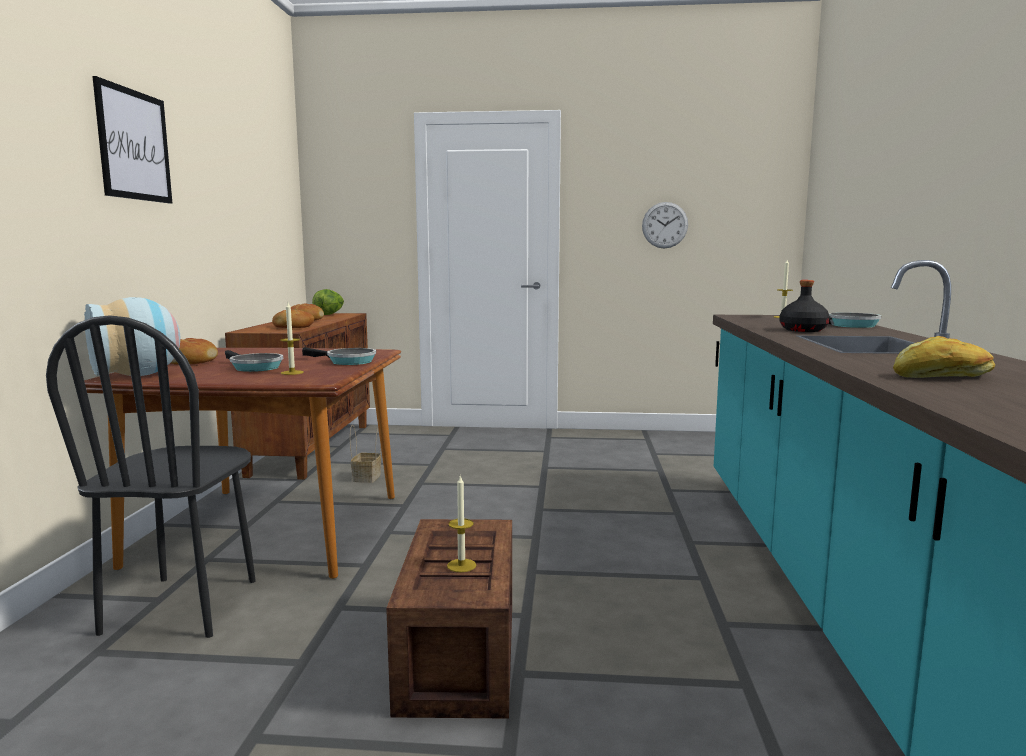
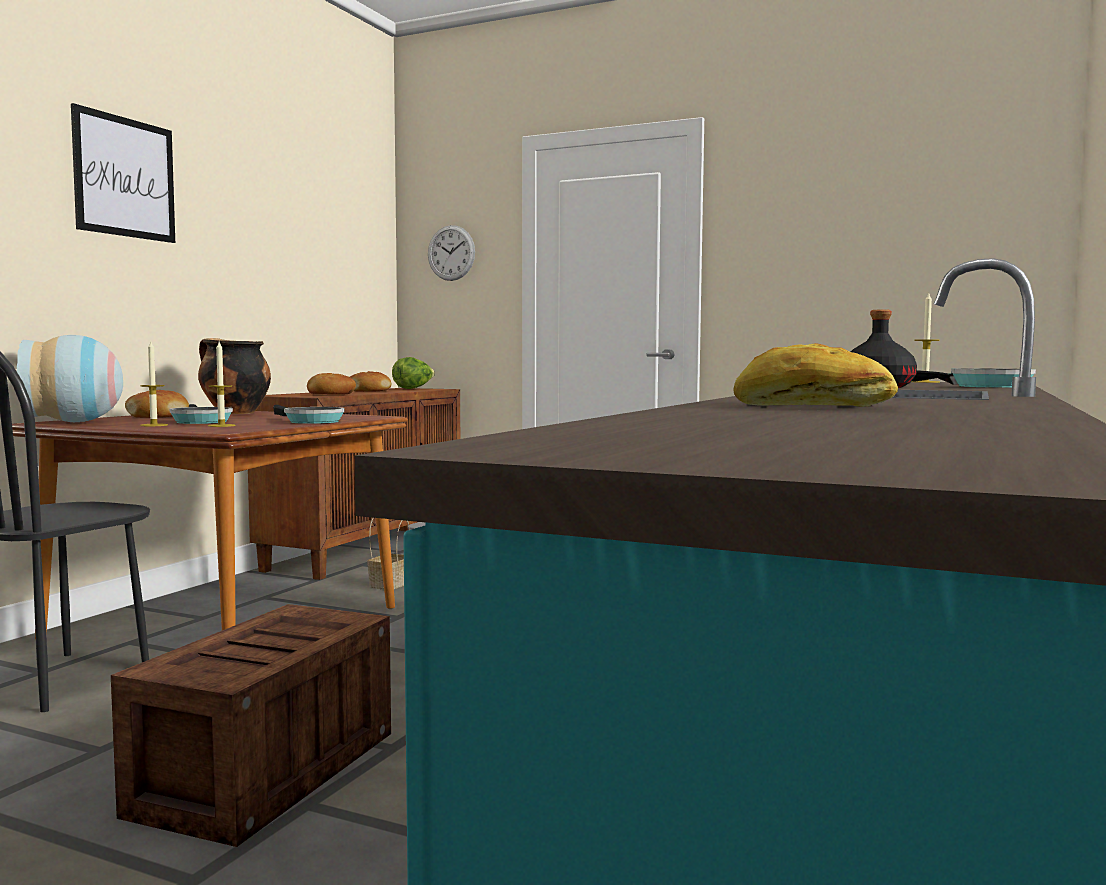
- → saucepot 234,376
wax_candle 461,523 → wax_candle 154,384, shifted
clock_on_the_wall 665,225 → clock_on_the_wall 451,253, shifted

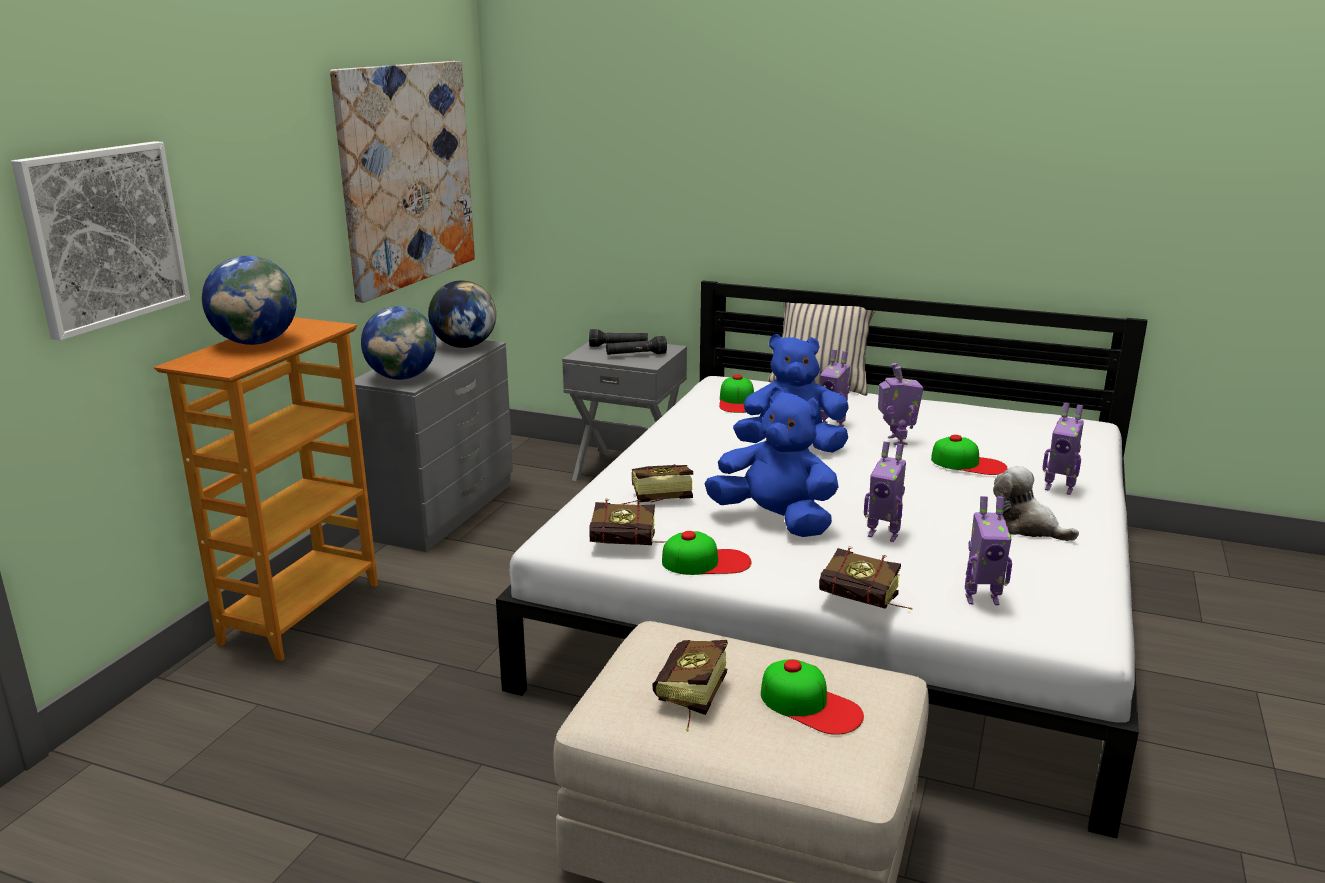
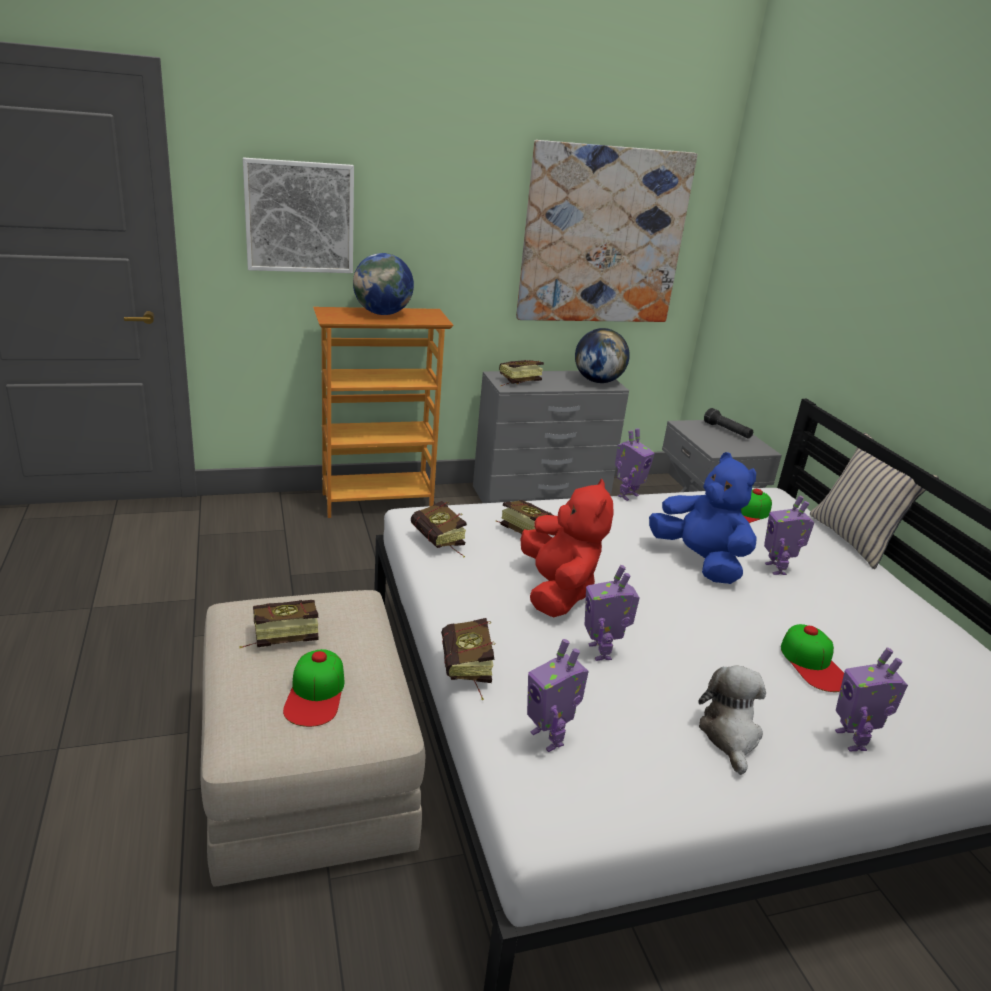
blackish_hand_torch 636,345 → -
cap 707,553 → -
model_robot 901,404 → model_robot 635,464, shifted
world_globe 398,343 → volume 521,373
blue-coloured_plush_toy 772,462 → red-coloured_plush_toy 567,548

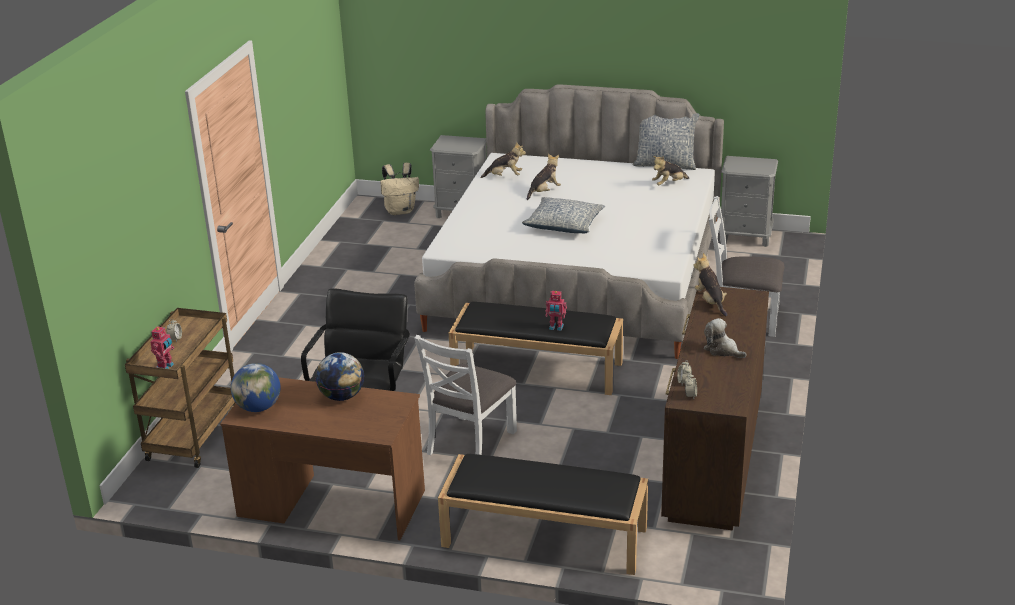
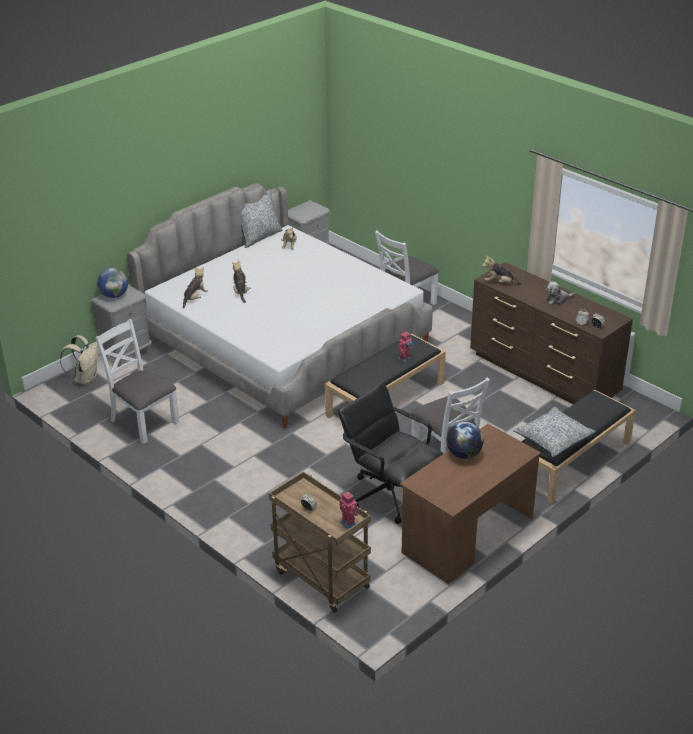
- → white_chair 137,381
world_globe 256,387 → world_globe 112,283, shifted
pillow 563,215 → pillow 554,432, shifted

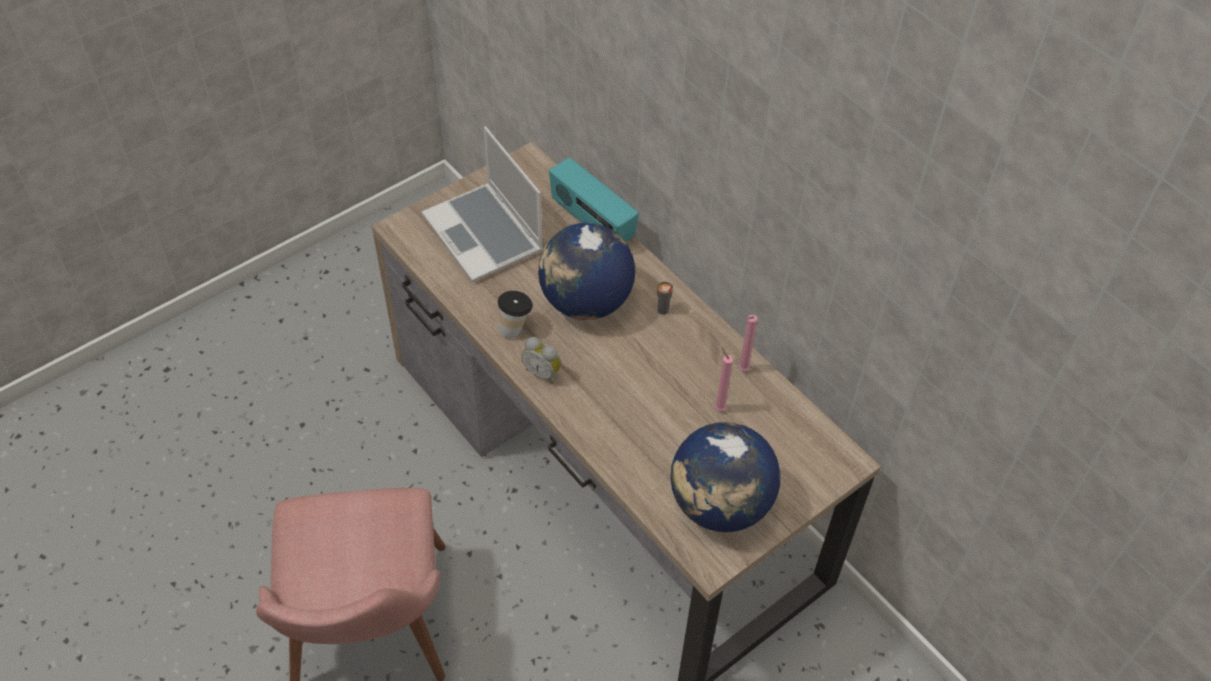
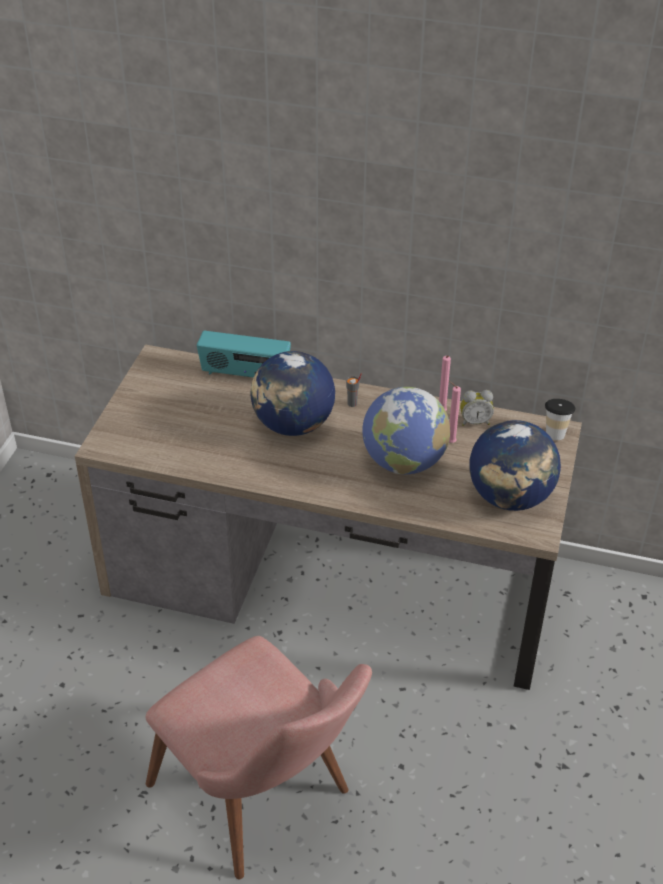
notebook_computer 482,204 → -
- → world_globe 406,430
drinking_cup 515,314 → drinking_cup 560,419, shifted
alarm_clock 541,360 → alarm_clock 477,408, shifted

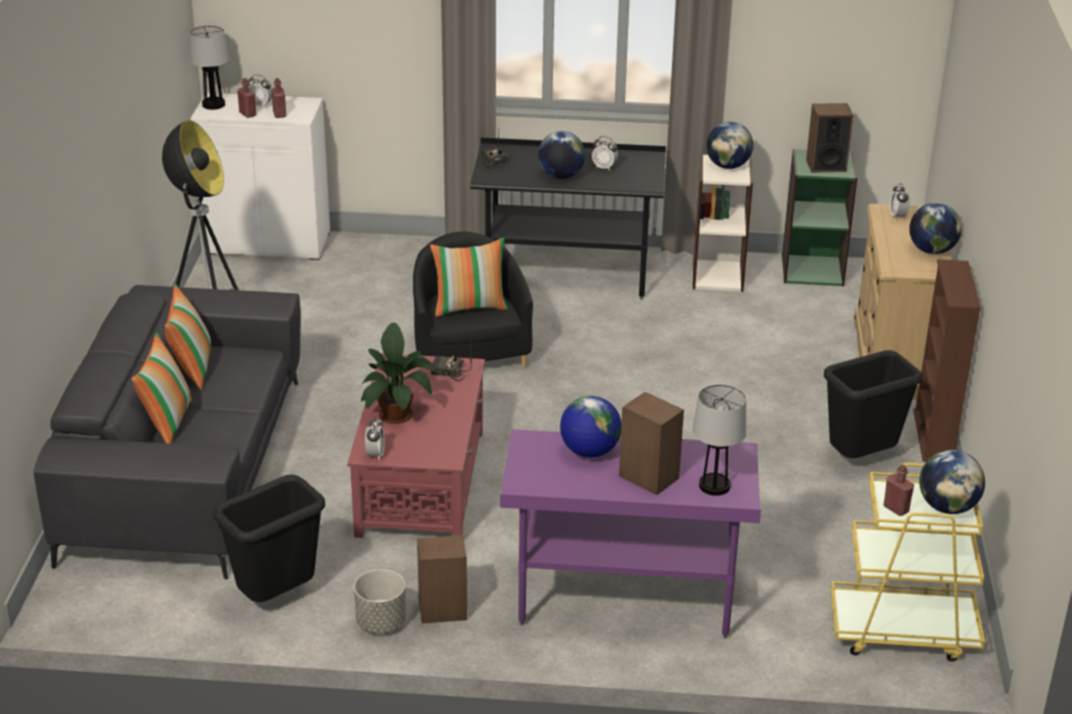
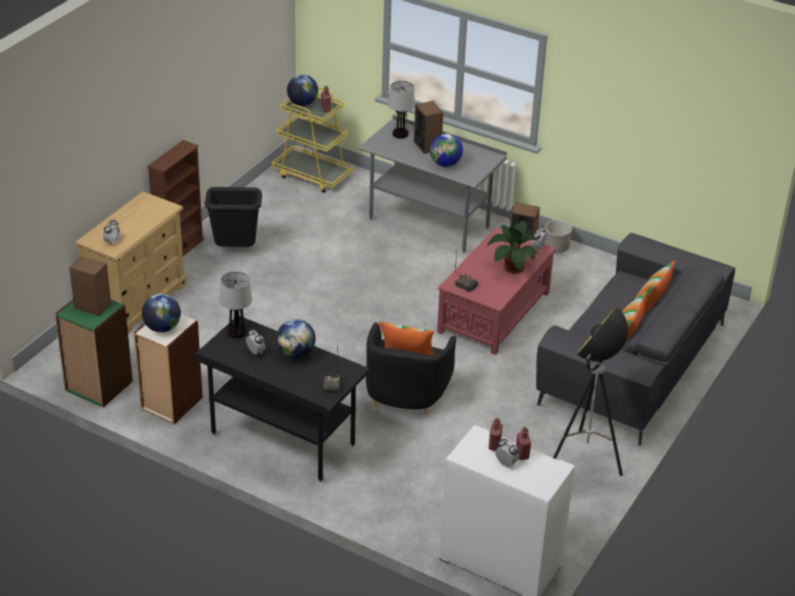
blackish_waste_bin 269,538 → -
world_globe 935,228 → -
table_lamp 209,68 → table_lamp 235,305, shifted
purple-coloured_desk_table 630,534 → greyish_desk_table 433,184

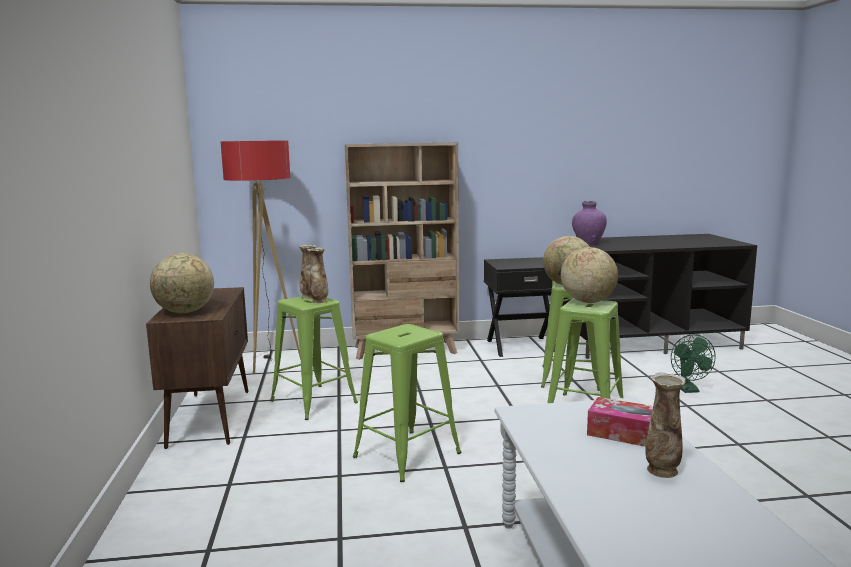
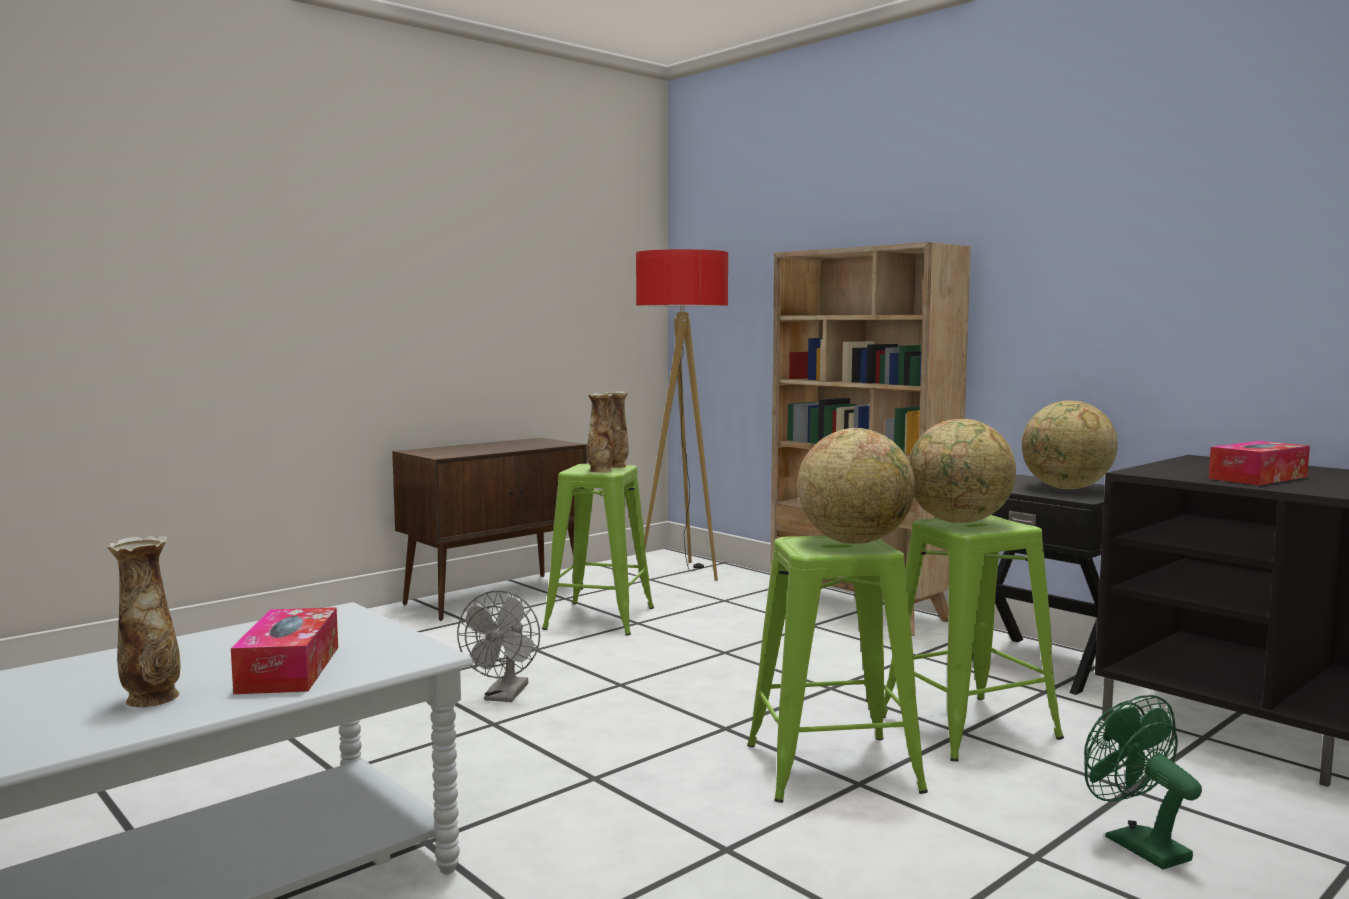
purple-coloured_flower_vase 589,223 → -
- → tissue_holder 1259,463
world_globe 182,283 → world_globe 1070,444, shifted
green_stool 407,403 → greyish_cooling_fan 498,646
green_cooling_fan 693,363 → green_cooling_fan 1143,782, 105 degrees clockwise

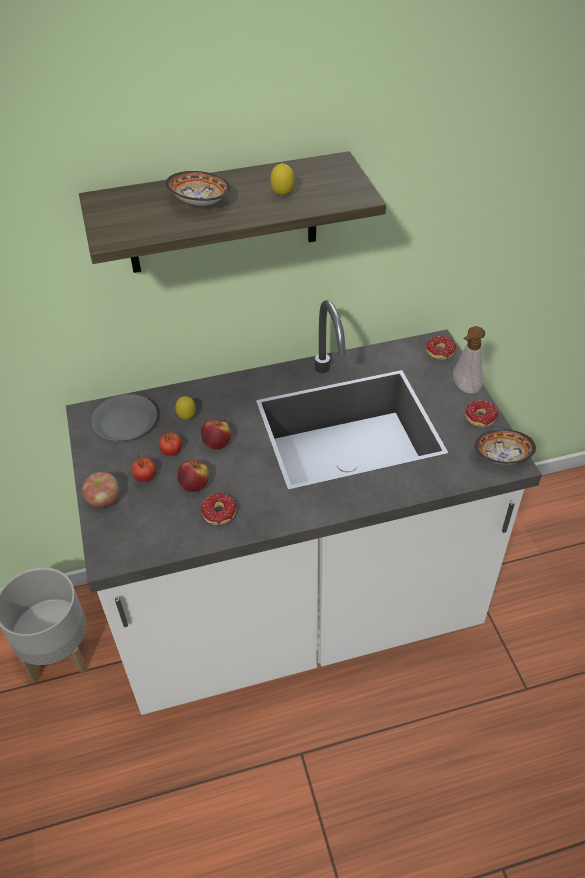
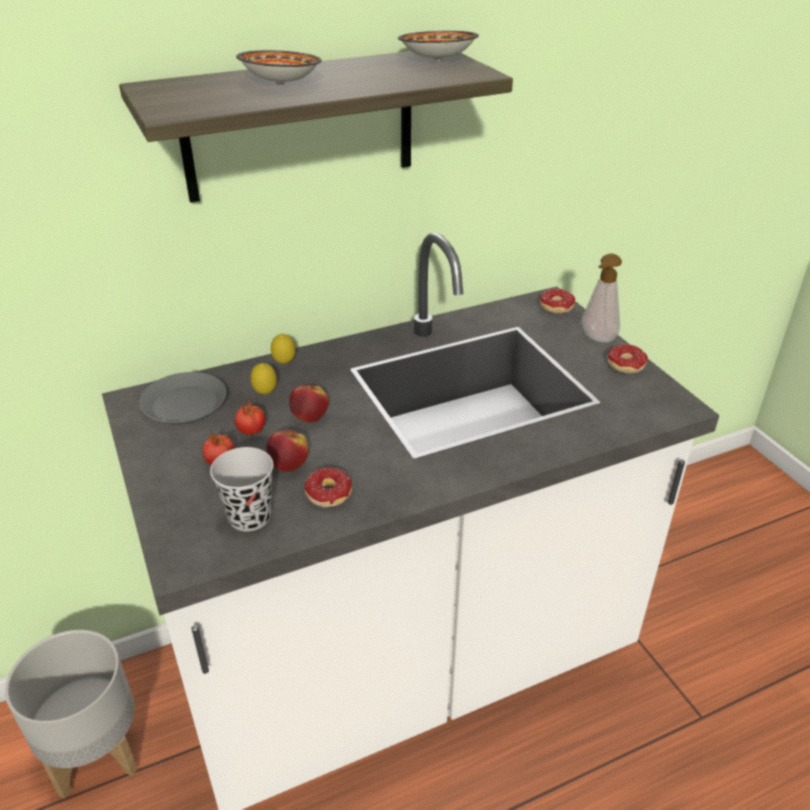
apple 100,489 → -
- → blackish_drinking_cup 241,489
citrus_fruit 282,179 → citrus_fruit 283,349, shifted
serving_bowl 505,447 → serving_bowl 438,46, shifted

